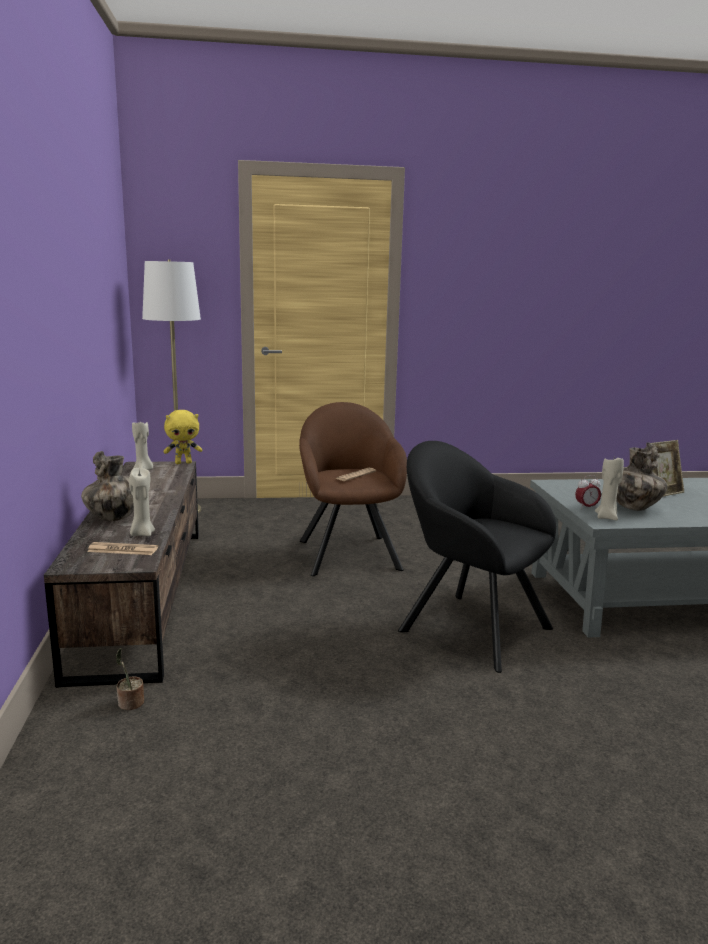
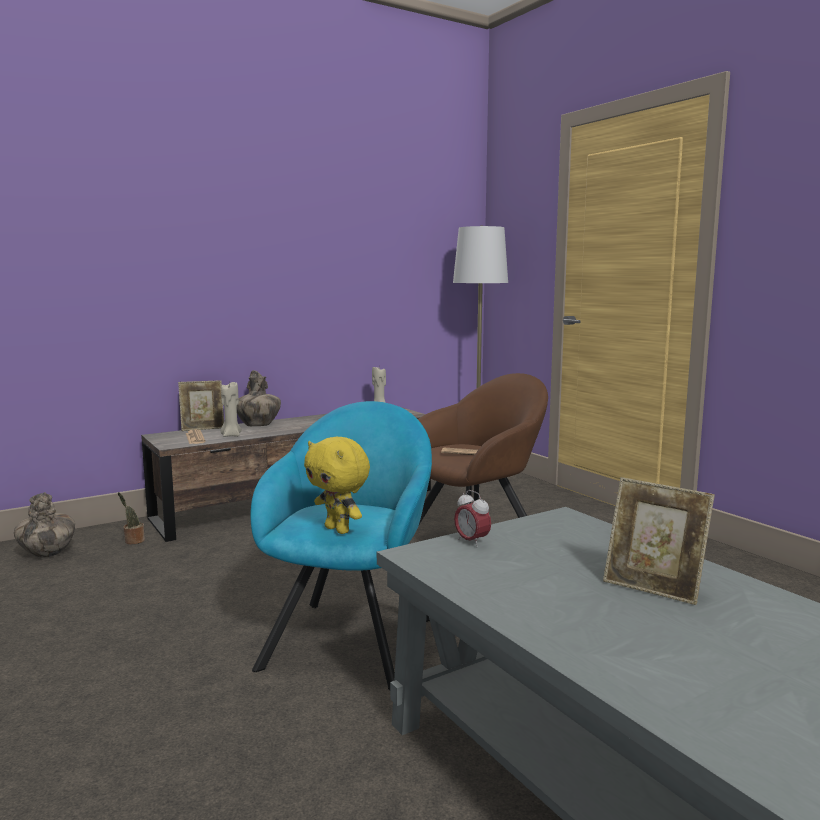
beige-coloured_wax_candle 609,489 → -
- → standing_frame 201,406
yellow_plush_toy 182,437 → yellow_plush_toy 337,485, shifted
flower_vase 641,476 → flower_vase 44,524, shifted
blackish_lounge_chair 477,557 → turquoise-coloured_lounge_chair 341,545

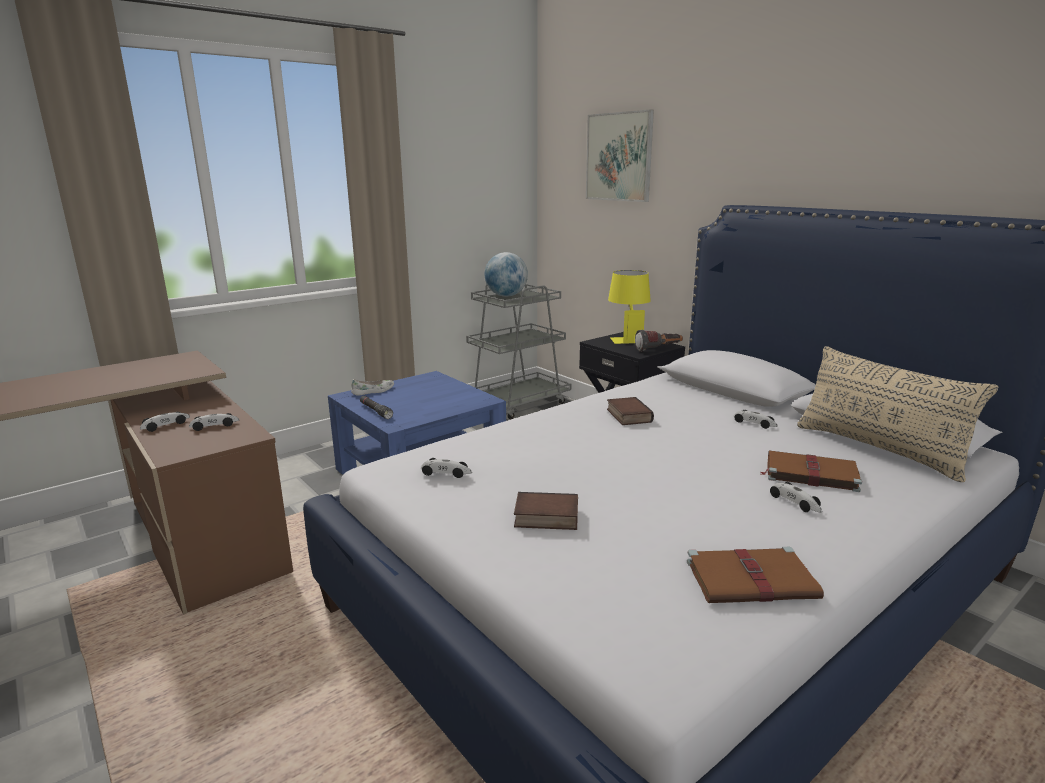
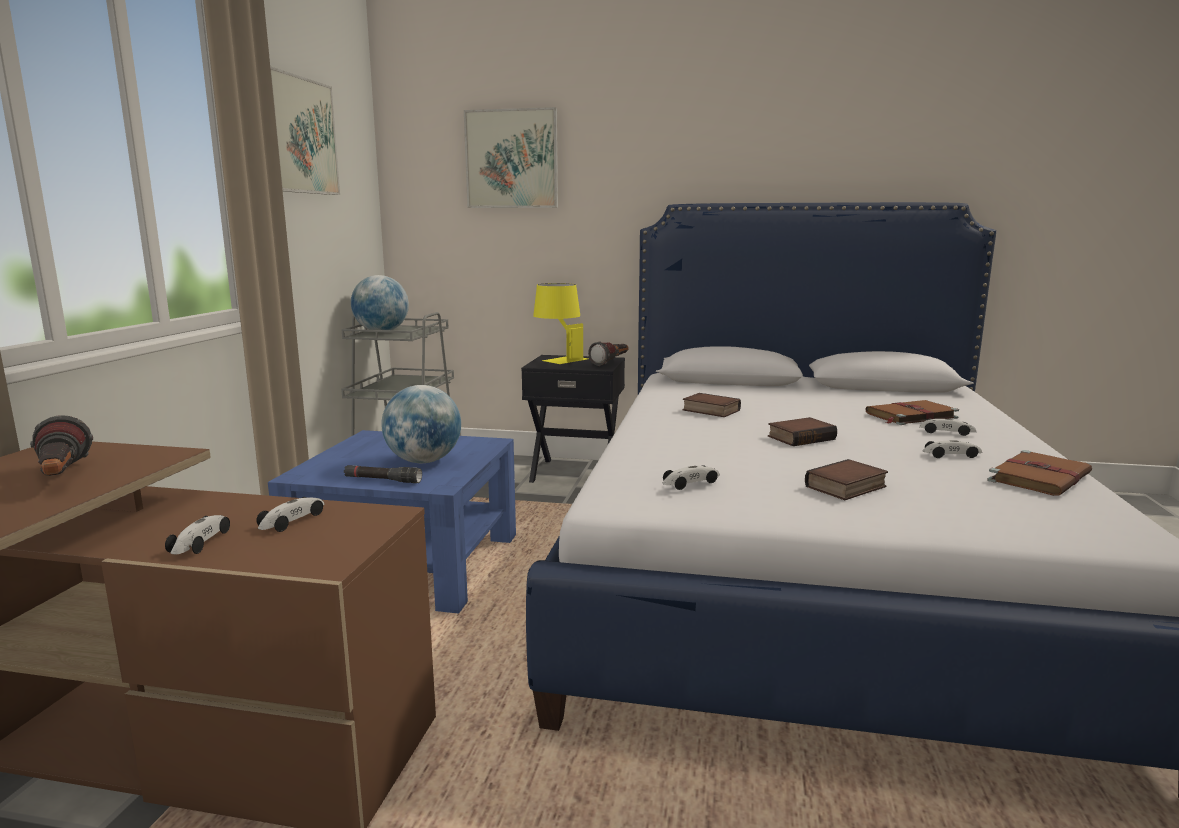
white_item_of_footwear 372,387 → -
beige-coloured_pillow 897,414 → -
- → hand_torch 61,445
- → wall_art 305,130
- → world_globe 421,424
- → volume 802,431
toy_car 756,419 → toy_car 952,449, shifted

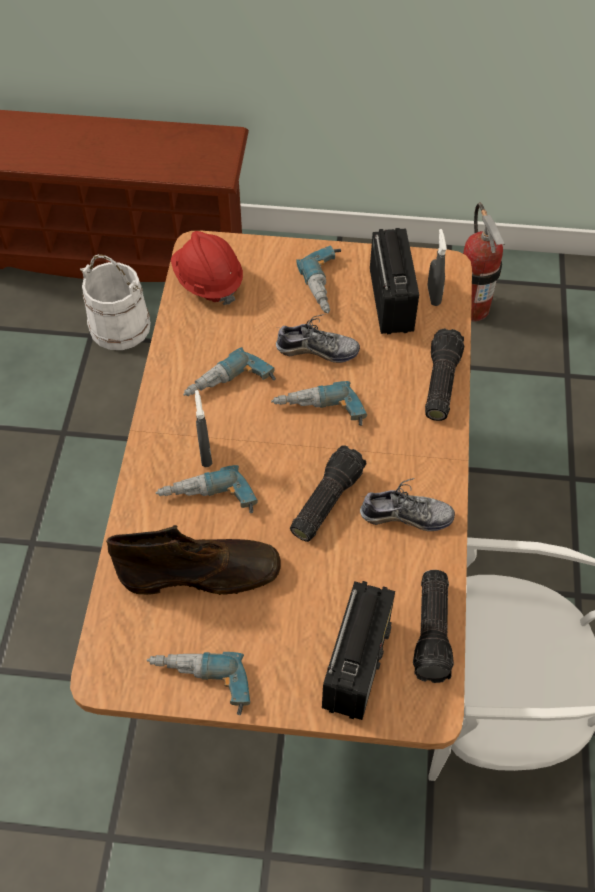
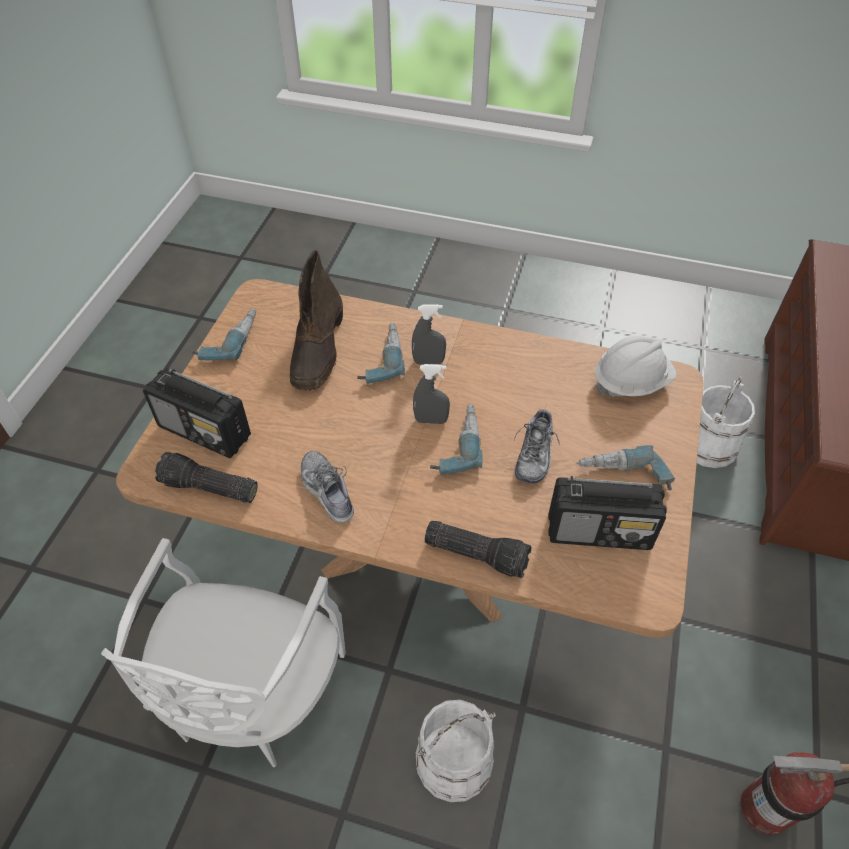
power_drill 229,371 → -
hand_torch 328,494 → -
- → white_bucket 456,751
greyish_sprayer 437,267 → greyish_sprayer 431,394, shifted
red-coloured_work_helmet 207,268 → white_work_helmet 636,366
item_of_footwear 407,504 → item_of_footwear 327,487, 135 degrees clockwise

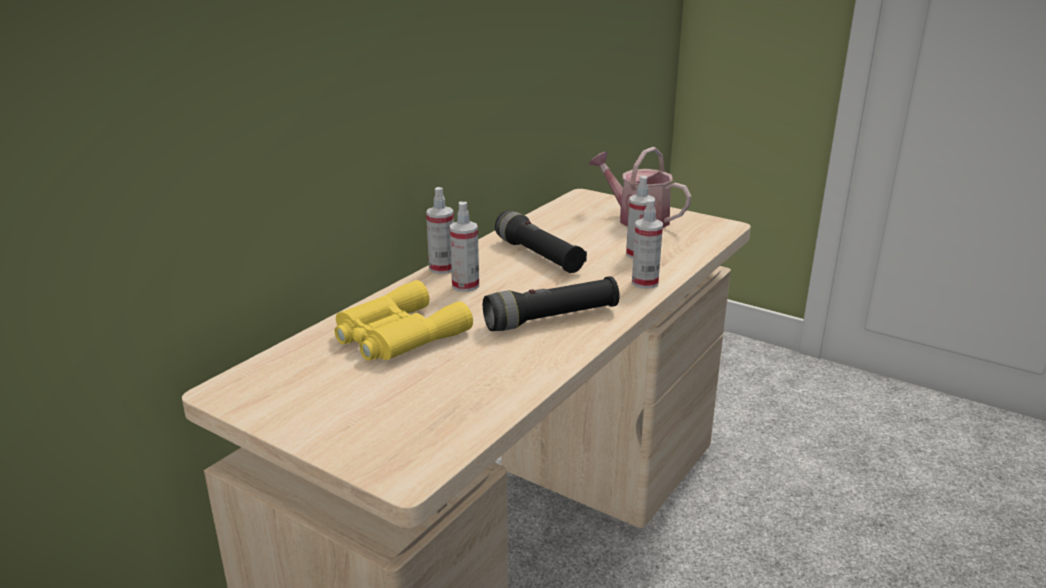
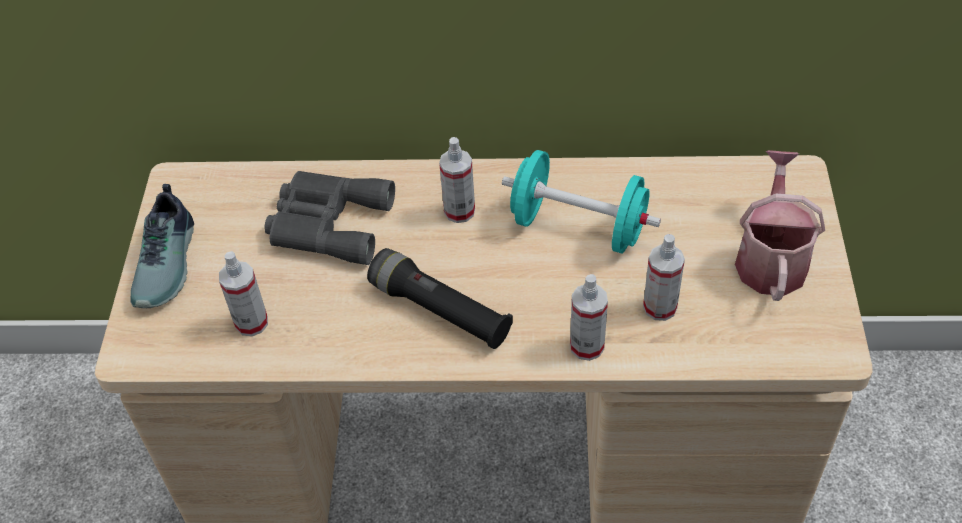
- → item_of_footwear 162,246
sprayer 440,230 → sprayer 243,294, shifted
blackish_hand_torch 541,241 → turquoise-coloured_free_weight 581,201
yellow_pair_of_binoculars 404,320 → greyish_pair_of_binoculars 330,218

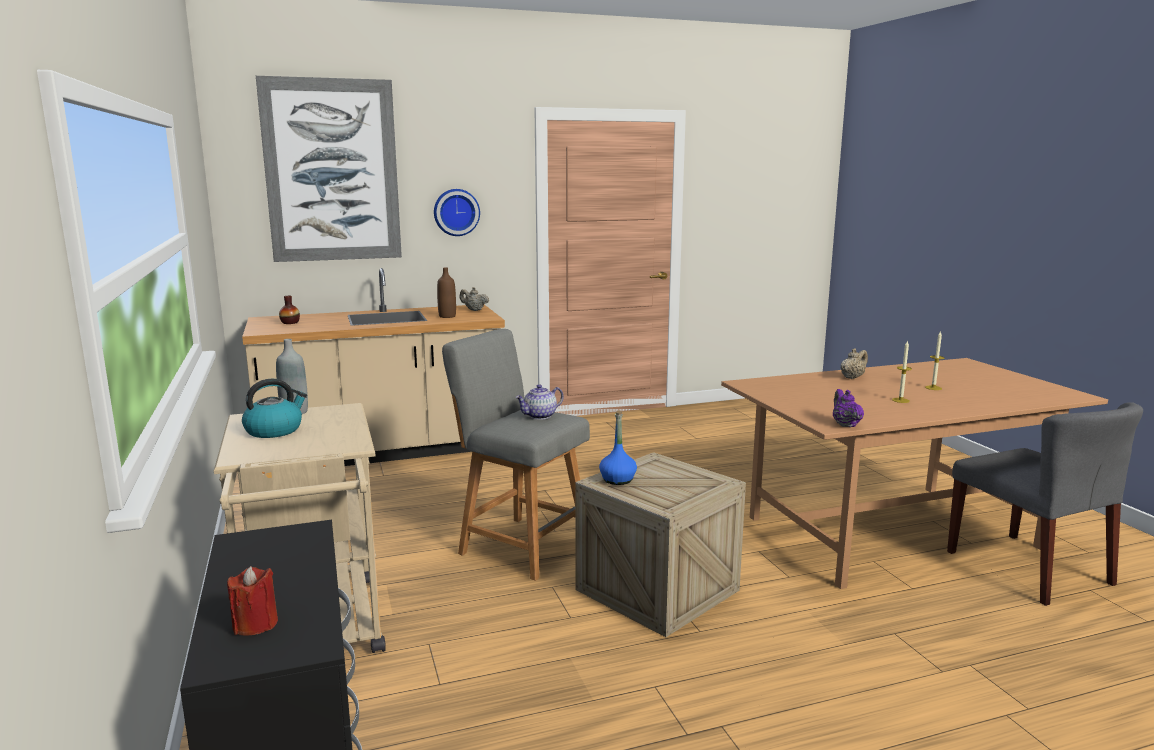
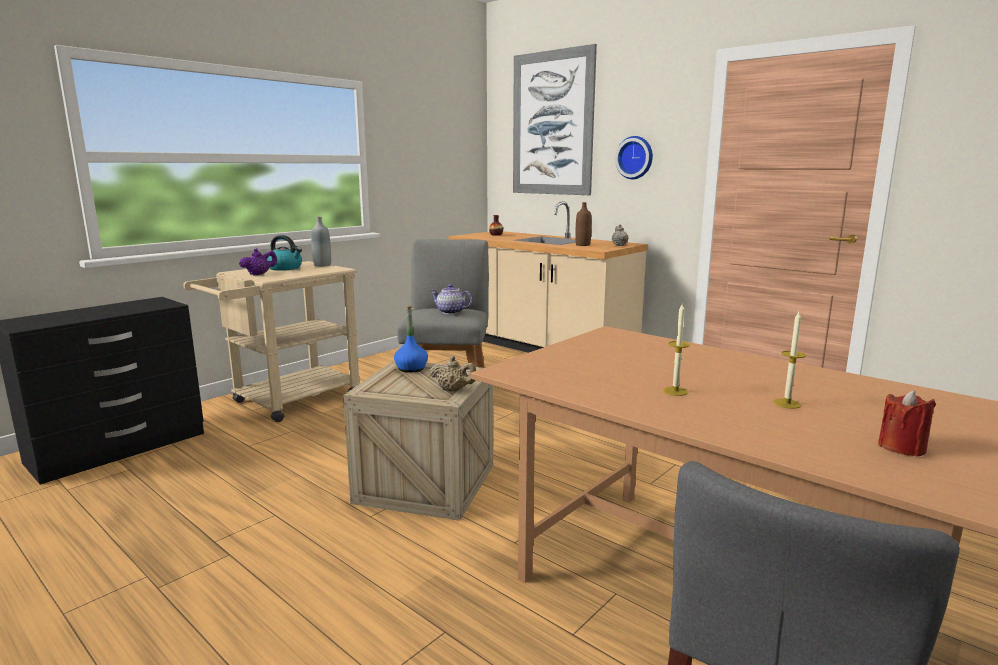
red-coloured_wax_candle 252,600 → red-coloured_wax_candle 907,423, shifted
purple-coloured_teapot 848,408 → purple-coloured_teapot 258,261, shifted
beige-coloured_teapot 854,363 → beige-coloured_teapot 452,373, shifted

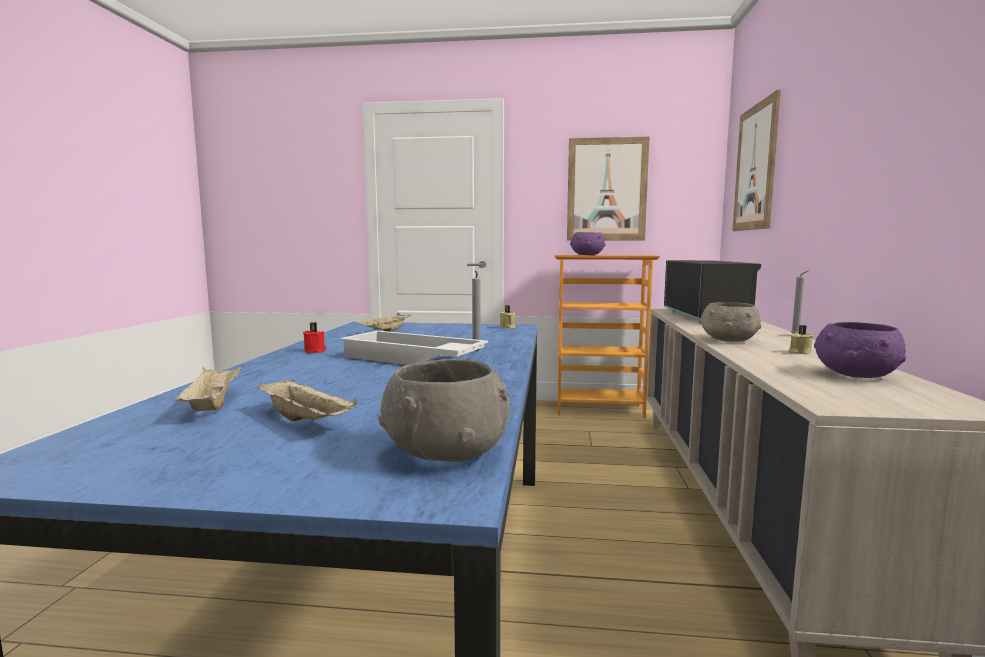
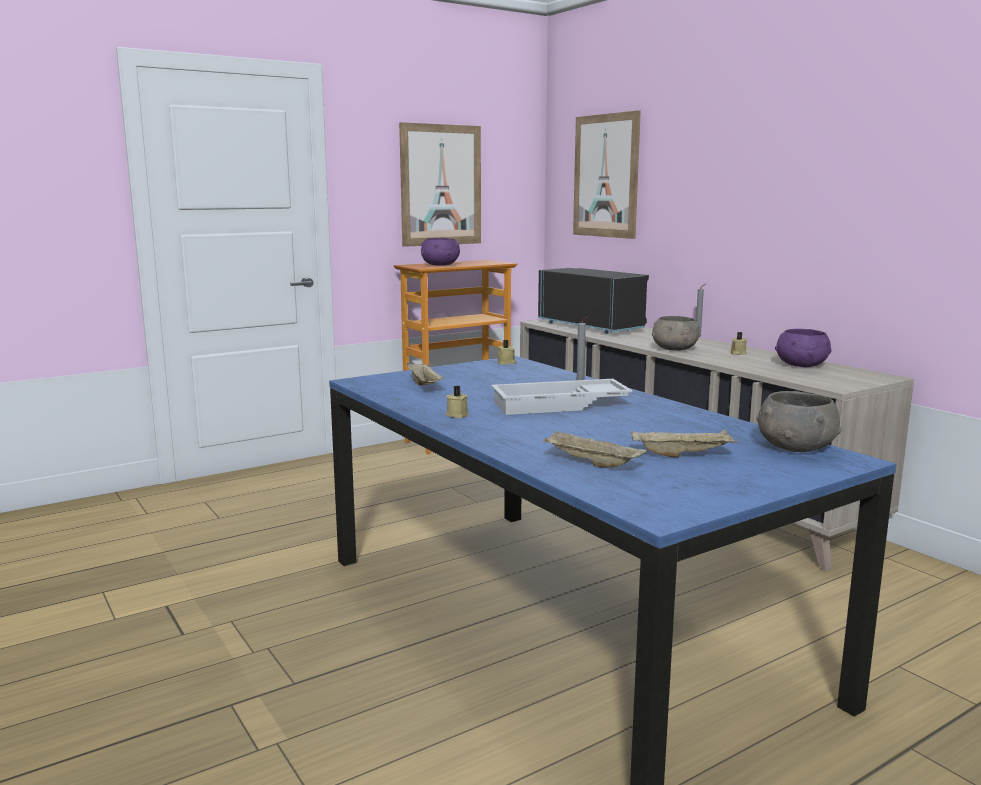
red-coloured_wax_candle 315,337 → beige-coloured_wax_candle 457,402

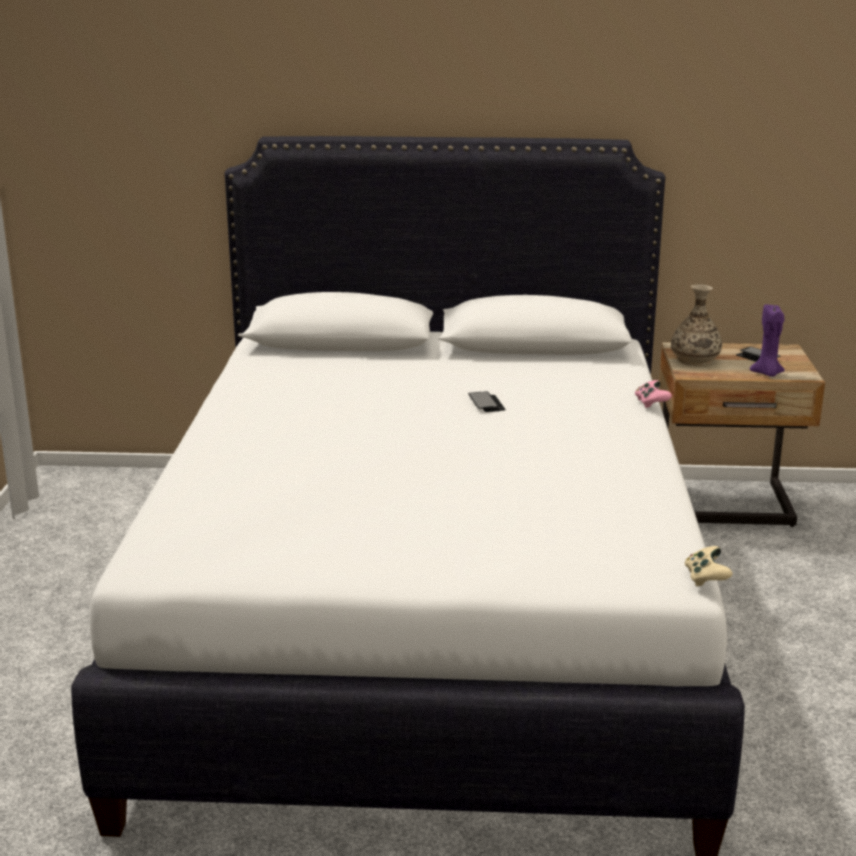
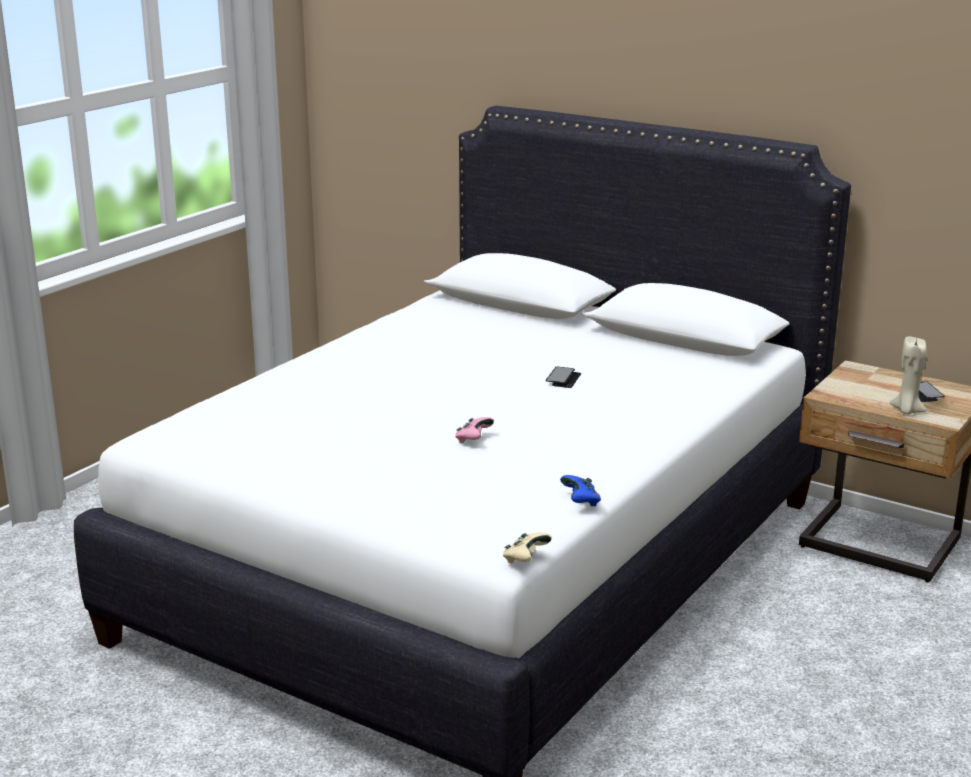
flower_vase 696,325 → -
- → blue-coloured_joypad 580,491
pink-coloured_joypad 653,394 → pink-coloured_joypad 474,430, shifted
purple-coloured_wax_candle 767,340 → beige-coloured_wax_candle 908,376

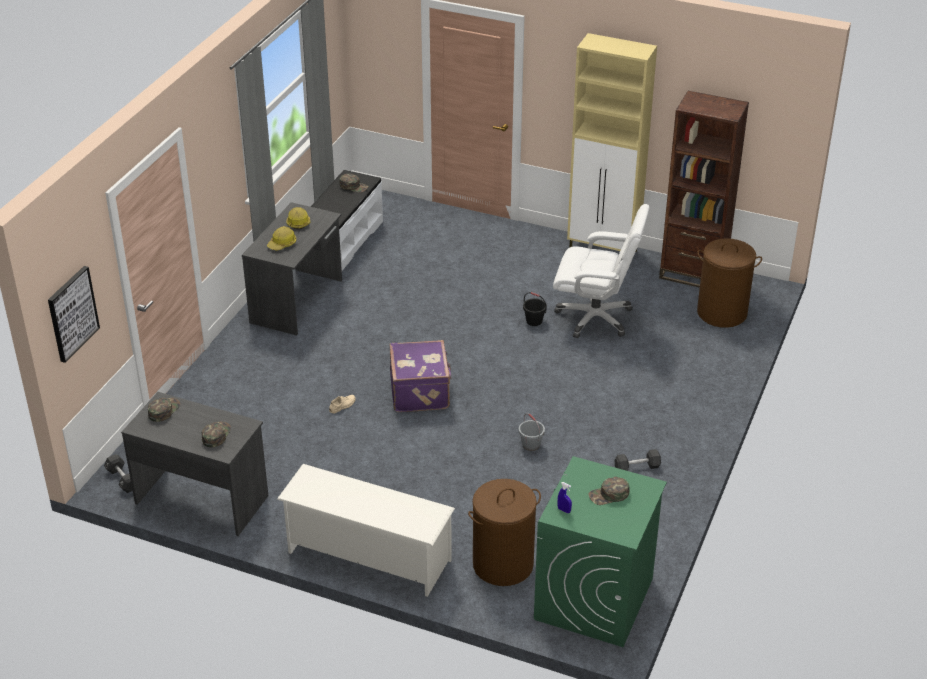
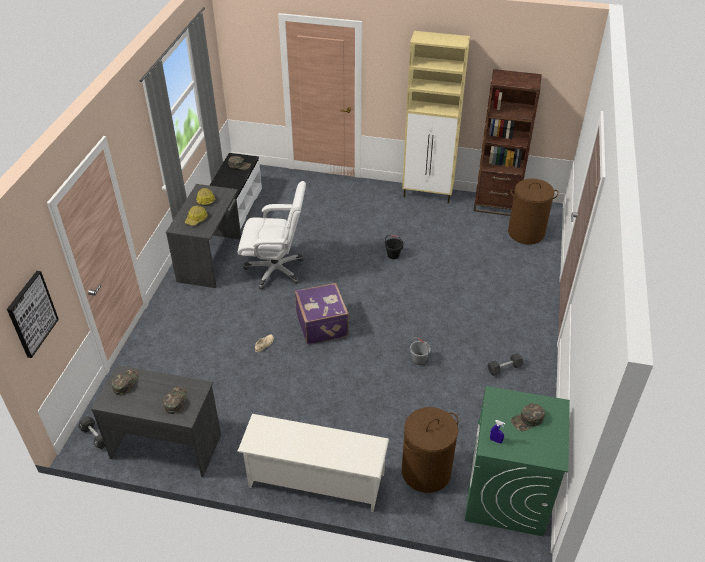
white_computer_chair 601,271 → white_computer_chair 272,235, shifted

